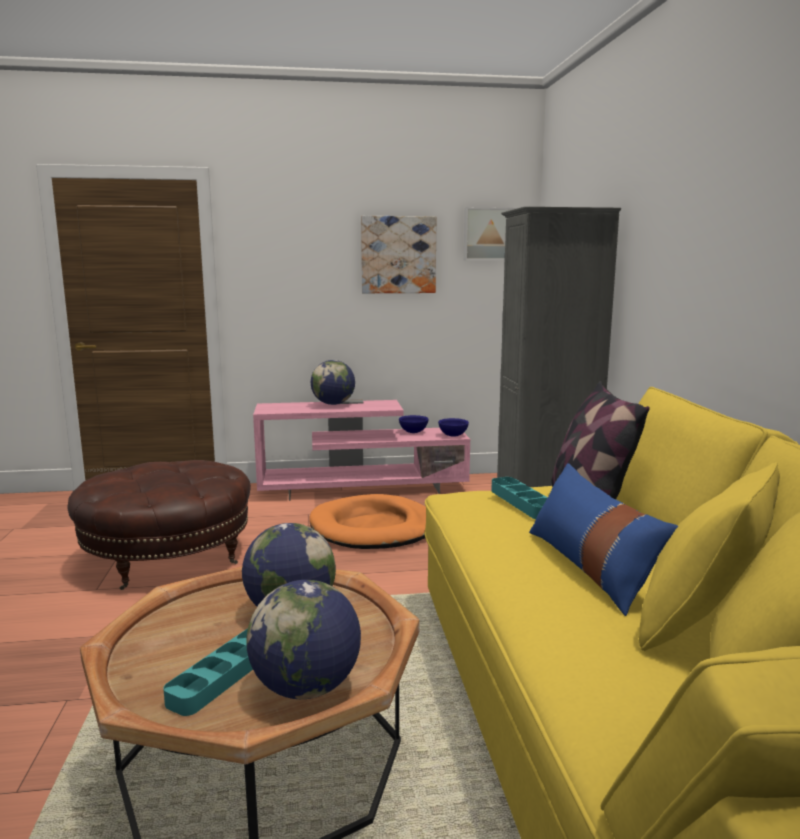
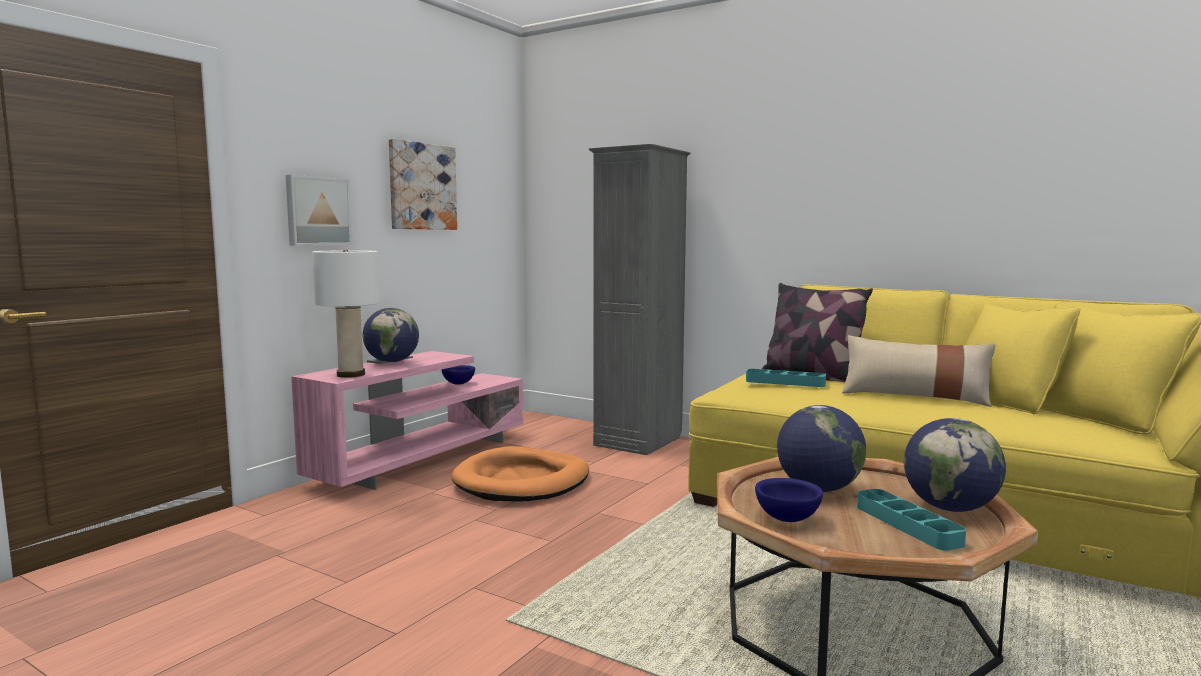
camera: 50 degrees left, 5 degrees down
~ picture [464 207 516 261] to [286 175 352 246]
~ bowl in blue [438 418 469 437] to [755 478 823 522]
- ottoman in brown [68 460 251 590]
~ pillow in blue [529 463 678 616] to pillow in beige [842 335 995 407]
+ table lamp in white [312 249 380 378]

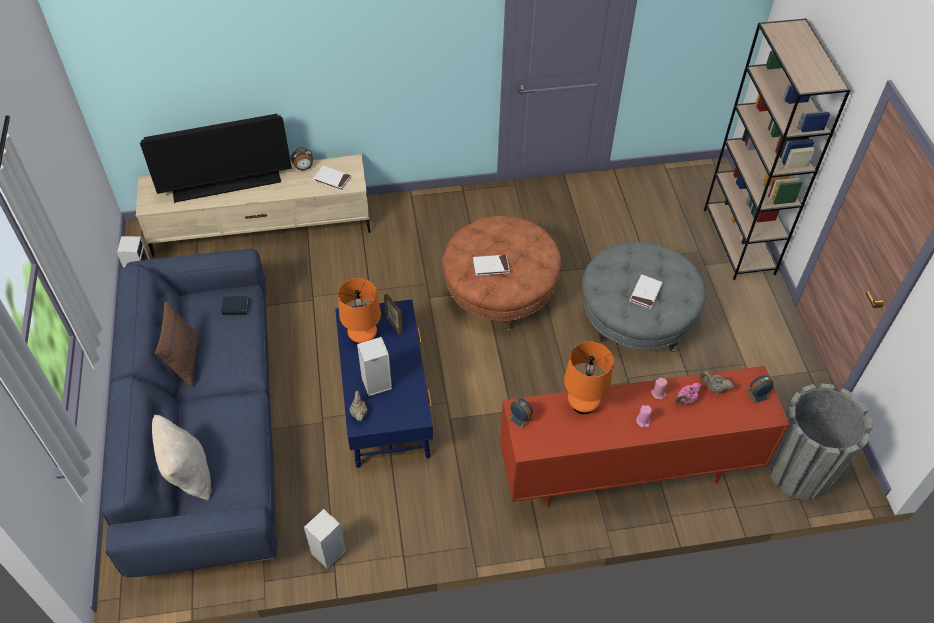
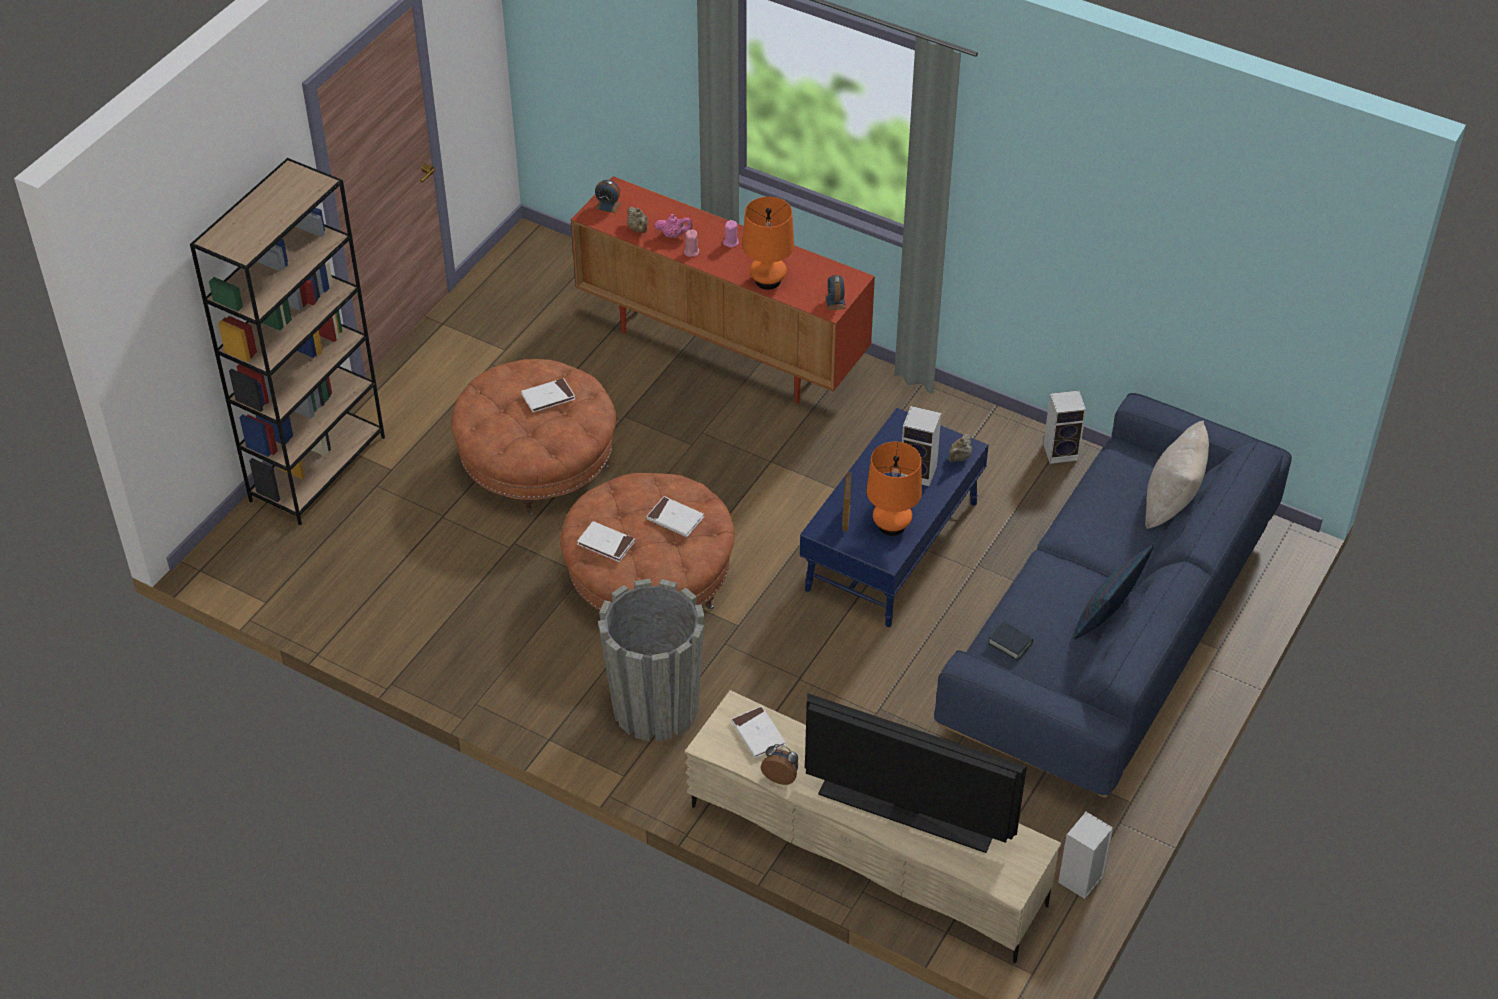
camera: 140 degrees left, 5 degrees down
~ ottoman in grey [582 242 706 352] to ottoman in brown [451 359 616 516]
~ pillow in brown [155 301 200 387] to pillow in blue [1073 545 1153 639]
~ planter in grey [768 383 873 500] to [598 579 705 741]
+ book in white [577 521 635 562]

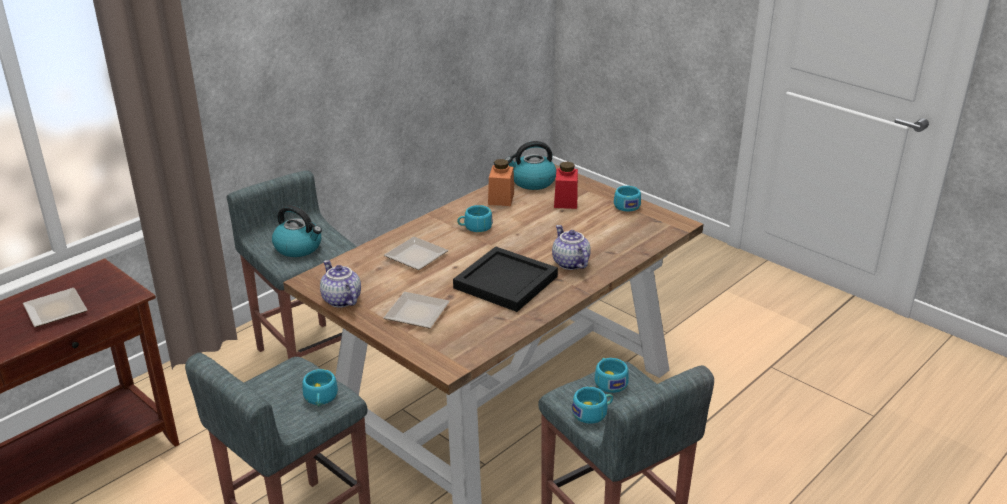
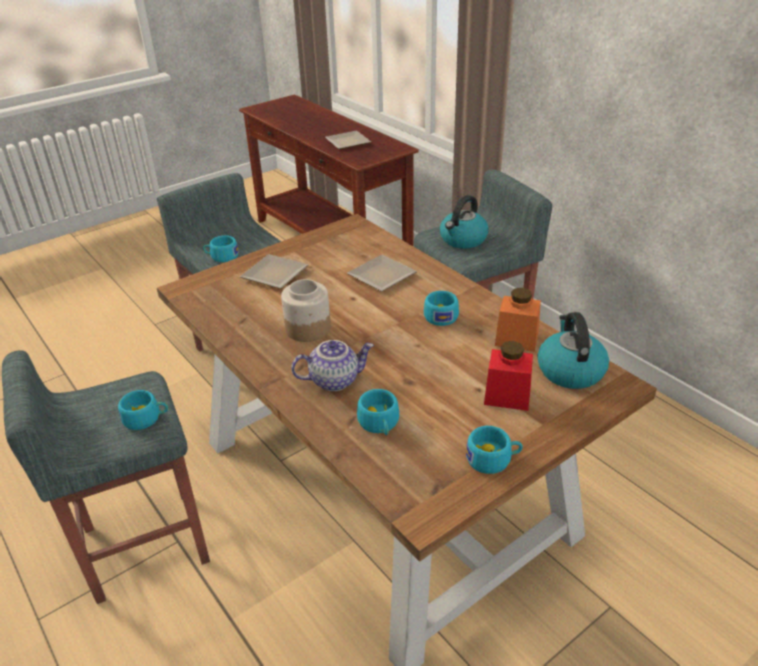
camera: 100 degrees right, 5 degrees up
~ tray in black [453 246 558 312] to jar [281 279 331 342]
- teapot [320 260 361 308]
~ cup in turquoise [572 387 613 424] to [357 389 399 435]

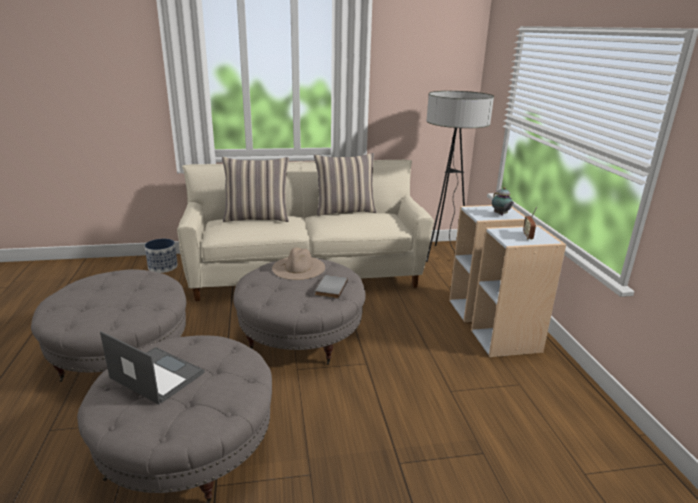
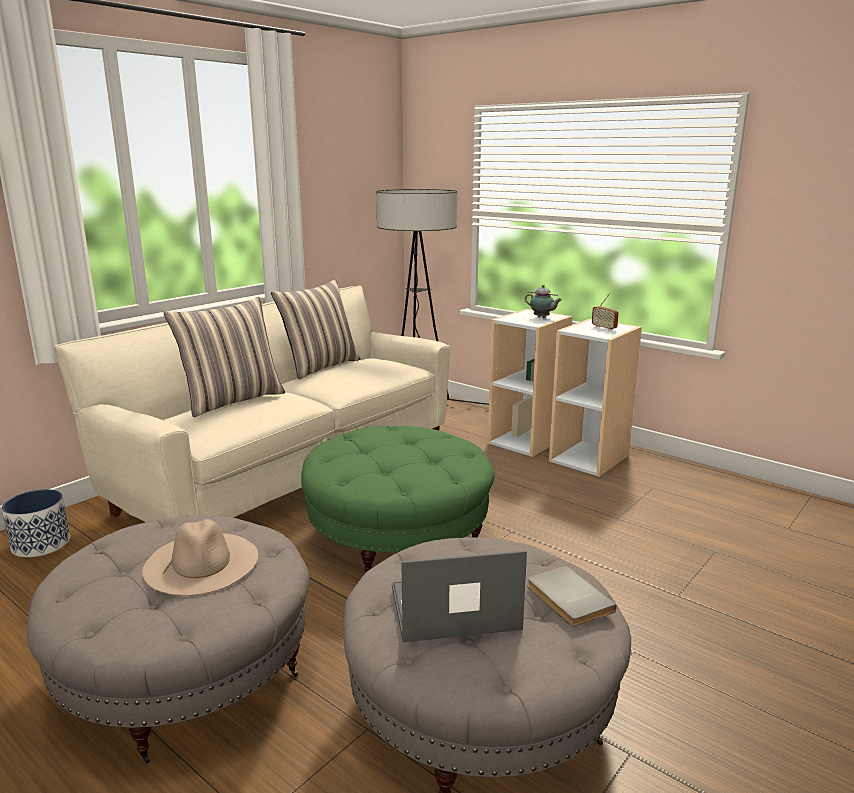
camera: 40 degrees left, 5 degrees down
~ hat in beige [272 247 325 280] to [142 519 258 596]
~ ottoman in grey [233 258 366 365] to ottoman in green [301 426 495 572]
~ book in grey [315 275 348 299] to [527 565 616 627]

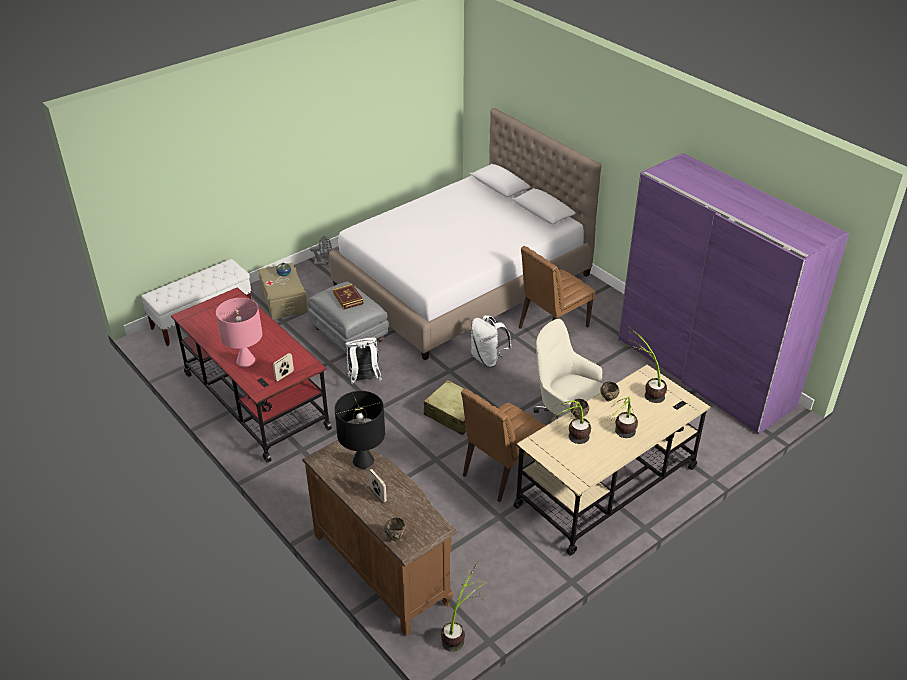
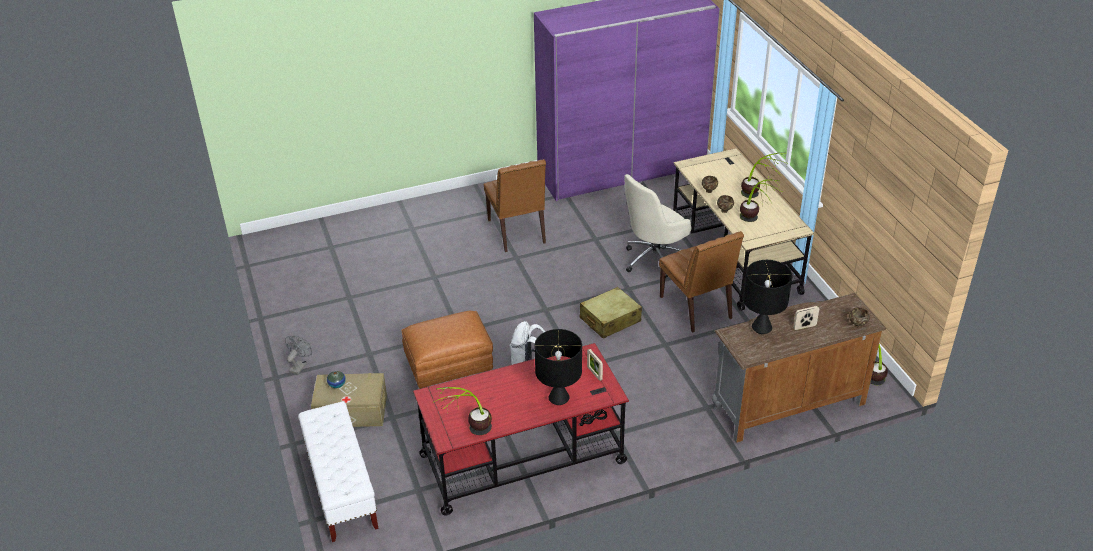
camera: 70 degrees left, 0 degrees up
- bed in white [329 108 601 360]
~ ottoman in grey [307 282 389 355] to ottoman in brown [402 311 493 389]
- book [333 284 364 309]
~ table lamp in pink [216 298 262 367] to table lamp in black [535 329 582 405]
- backpack in white [471 315 512 367]
~ potted plant [624 326 667 403] to [432 387 492 435]
~ dresser in brown [302 440 458 636] to dresser in grey [712 293 886 443]

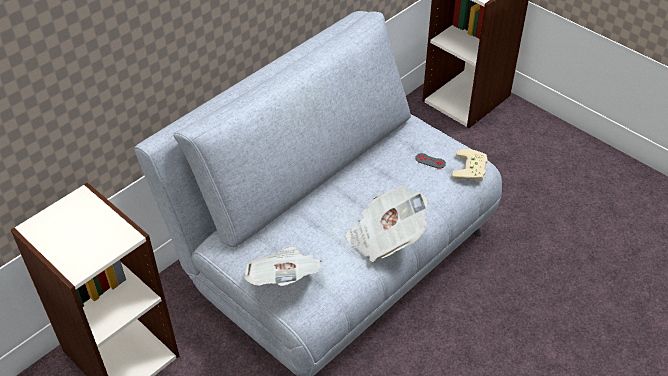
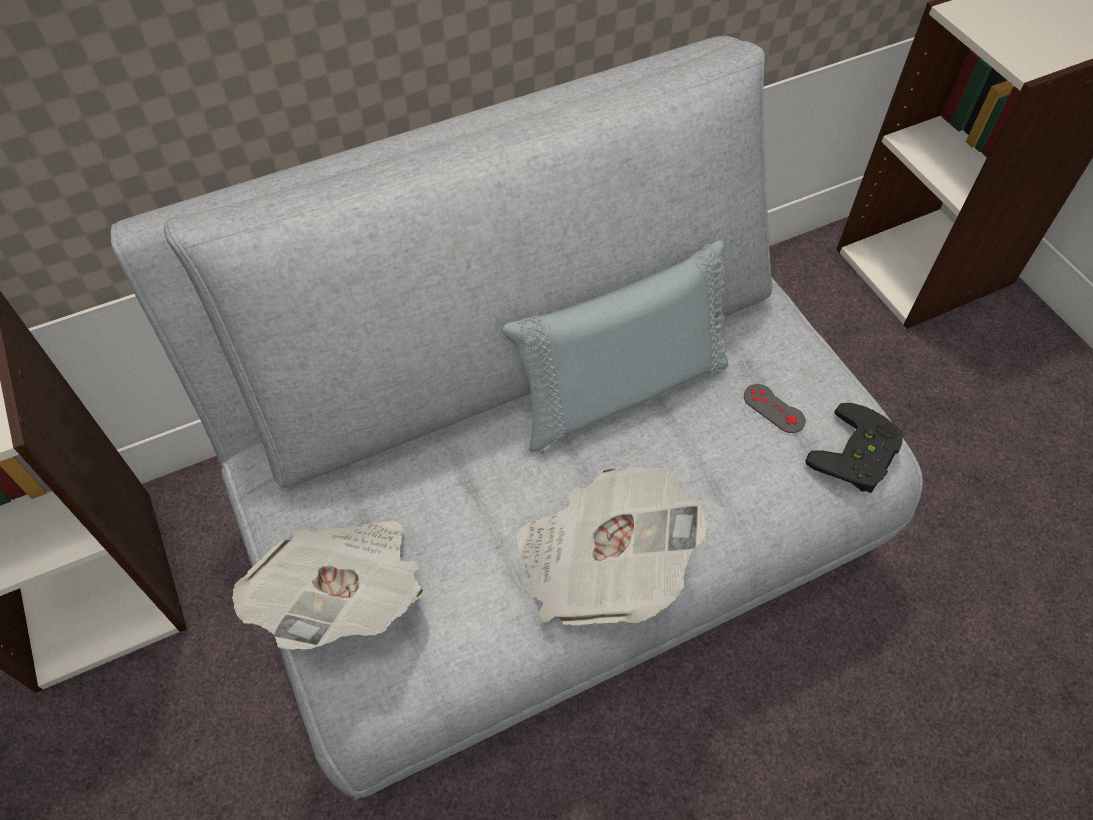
camera: 20 degrees right, 10 degrees up
~ game controller in beige [452 149 488 182] to game controller in black [805 403 903 493]
+ pillow in blue [502 240 728 455]

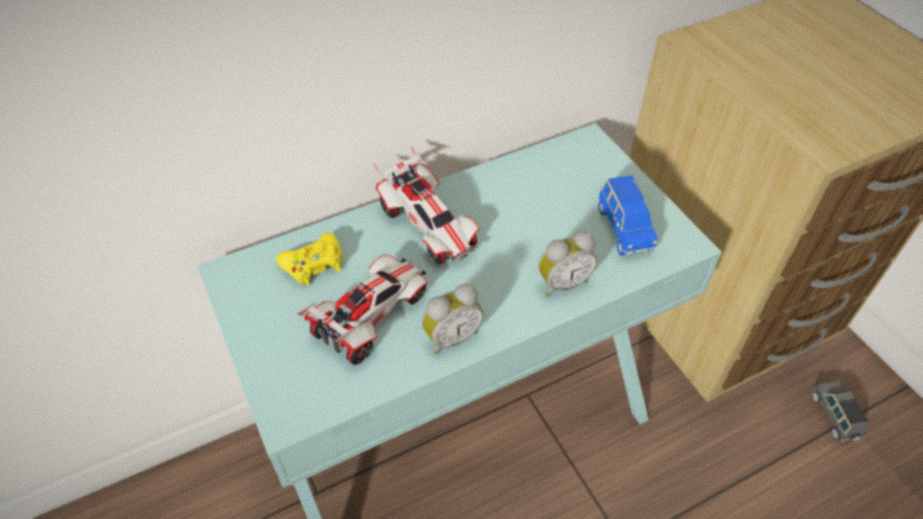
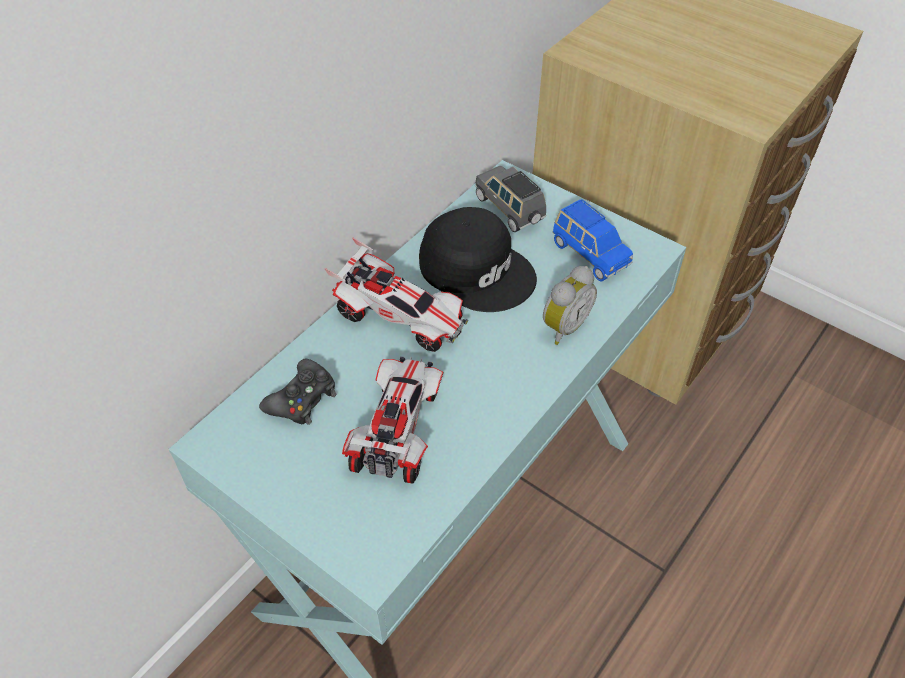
camera: 25 degrees left, 0 degrees up
~ game controller in yellow [276 232 342 286] to game controller in black [259 359 336 425]
- alarm clock [422 284 484 354]
~ toy car in grey [812 381 869 441] to [475 166 546 232]
+ cap in black [419 207 537 312]

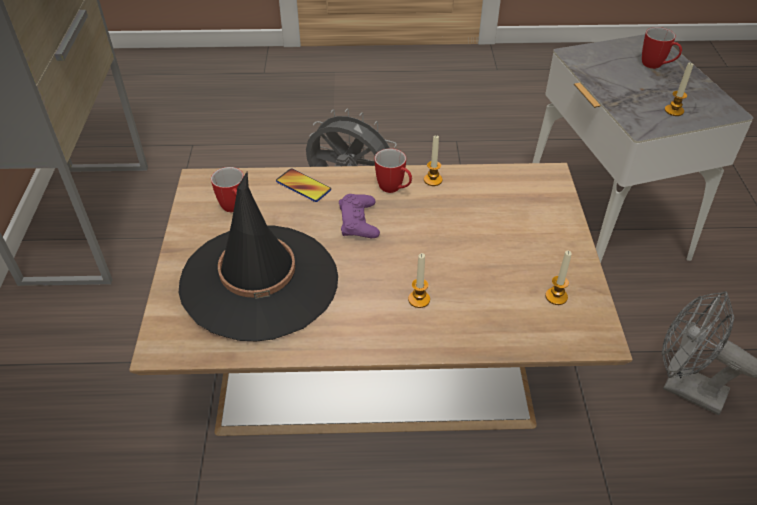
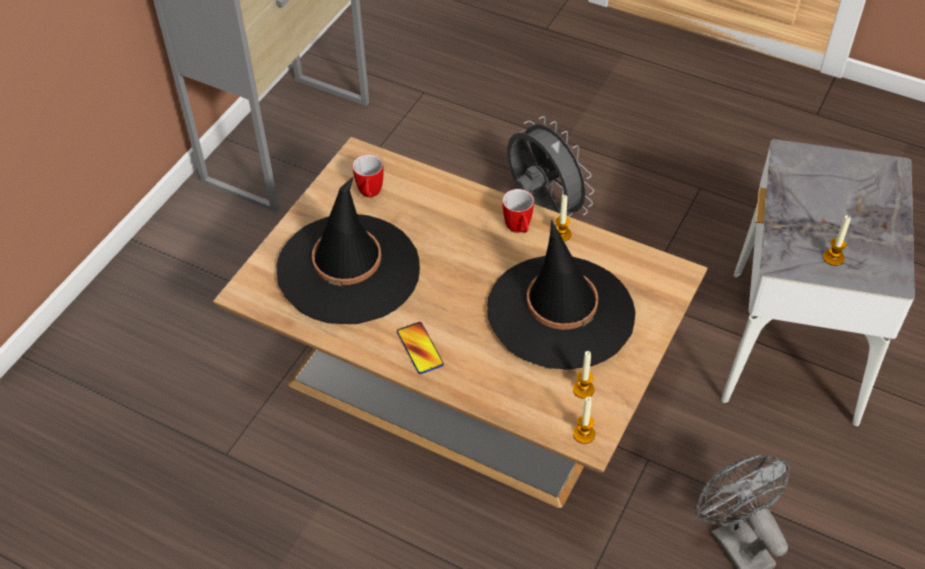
camera: 30 degrees right, 5 degrees up
- mug [642 27 682 69]
~ phone [276 168 331 202] to [397 322 444 374]
- game controller in purple [339 194 380 238]
~ candle [408 253 430 308] to [573 396 595 444]
+ hat in black [487 220 635 370]

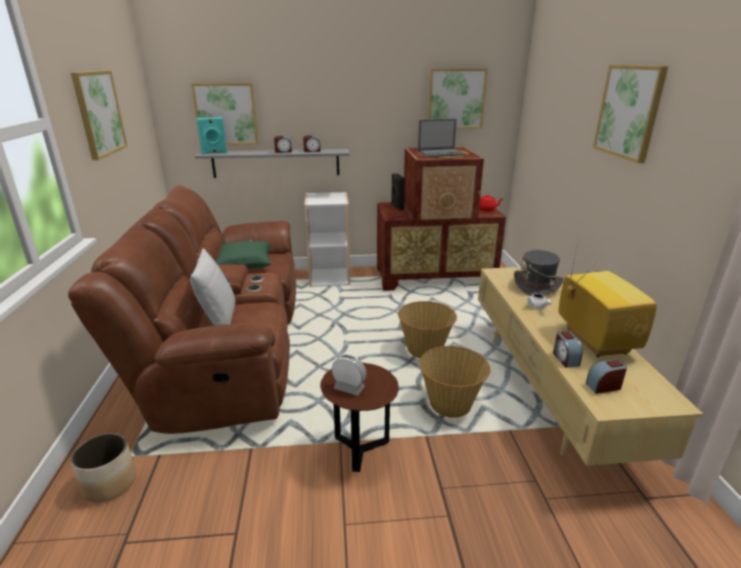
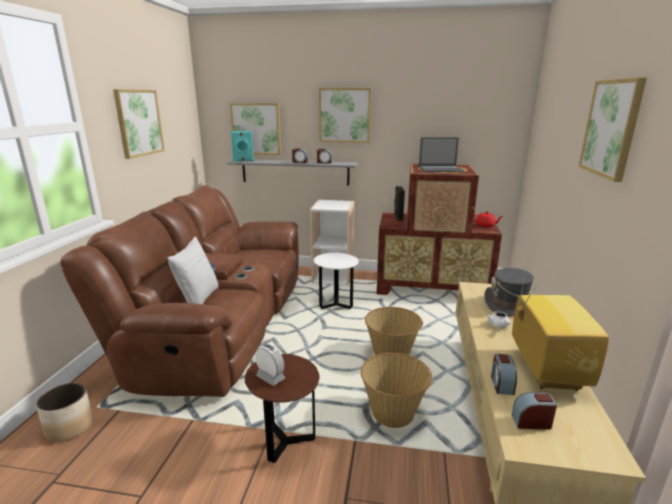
camera: 15 degrees right, 5 degrees down
~ picture [428 68 488 129] to [319 88 371 143]
- pillow in green [216 240 272 269]
+ side table in white [314 253 359 309]

